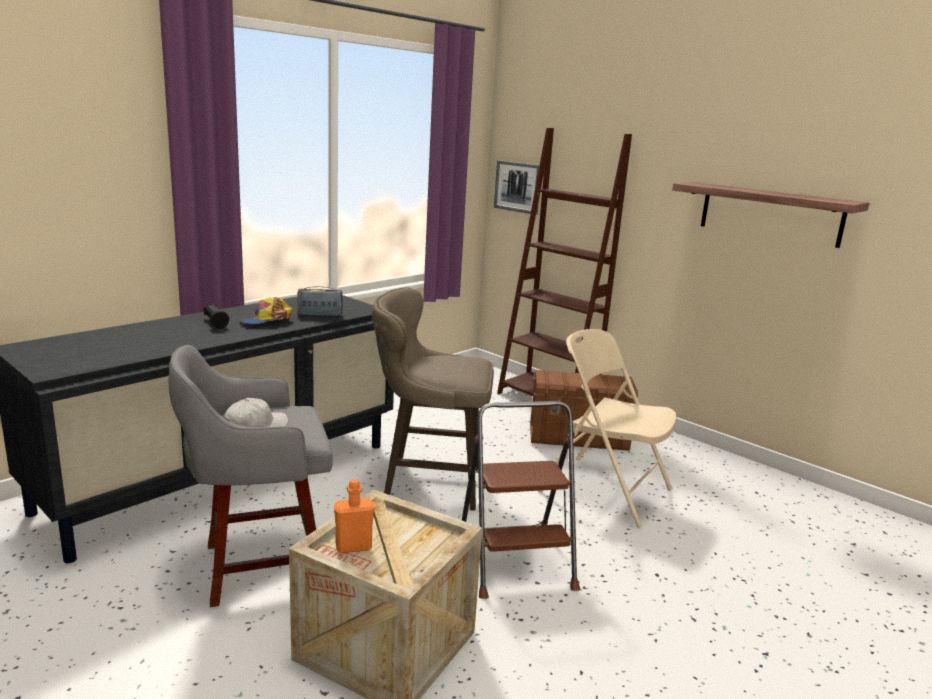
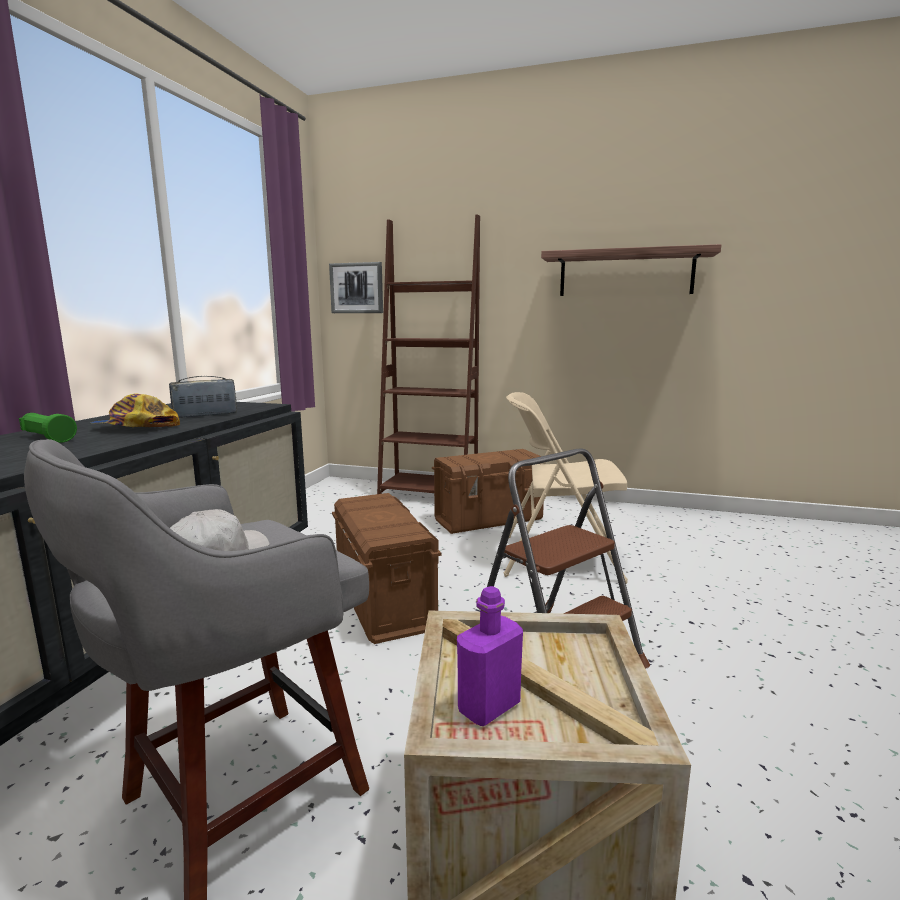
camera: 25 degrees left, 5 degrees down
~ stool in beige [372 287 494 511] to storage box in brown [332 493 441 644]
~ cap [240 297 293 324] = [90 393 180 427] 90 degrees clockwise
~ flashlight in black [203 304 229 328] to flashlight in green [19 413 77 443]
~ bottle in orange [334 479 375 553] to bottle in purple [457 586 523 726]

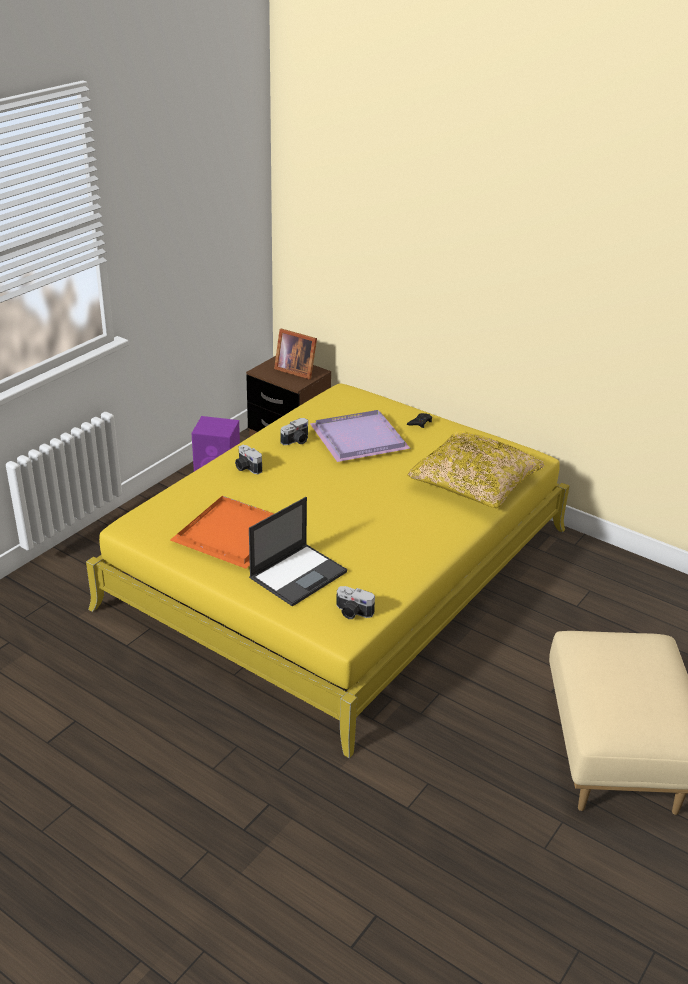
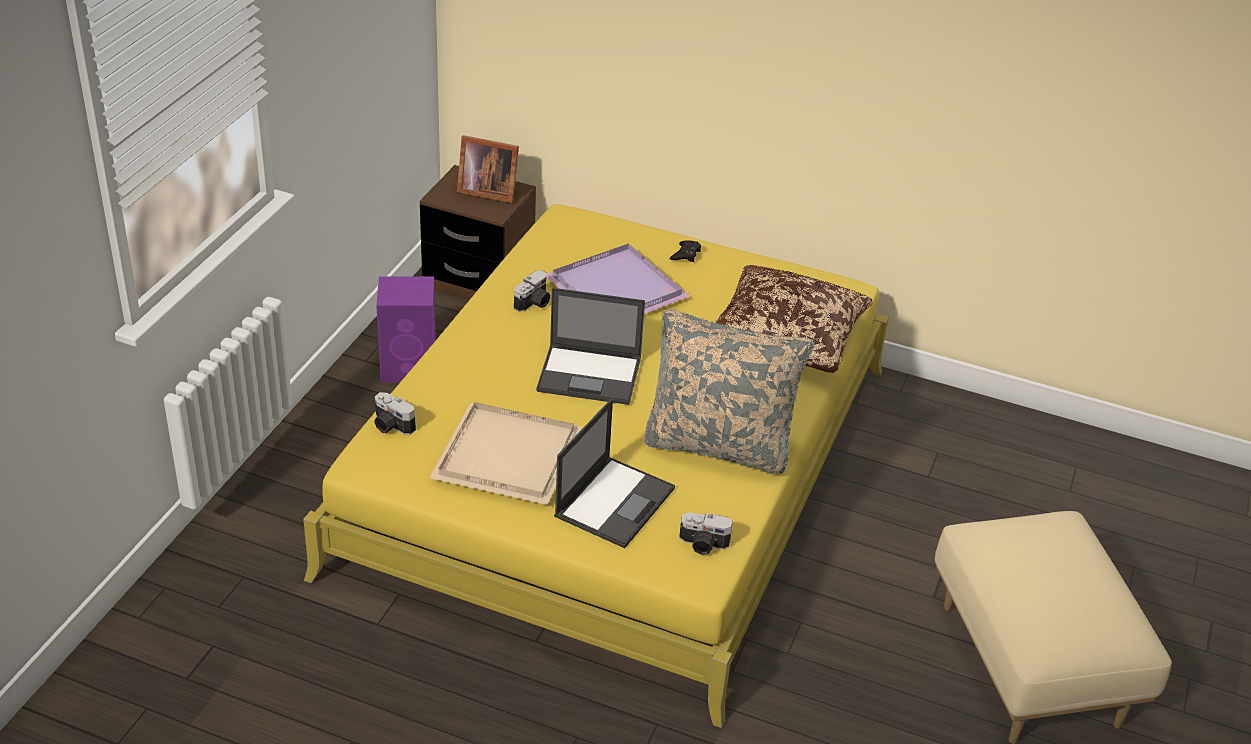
camera: 15 degrees left, 5 degrees up
~ pillow in yellow [408 430 545 508] to pillow in brown [715 265 873 373]
~ photo camera [235 445 262 474] to [374 392 416 435]
~ tray in orange [170 496 274 569] to tray in beige [429 402 582 505]
+ laptop [536 288 645 405]
+ pillow in grey [644 308 815 474]

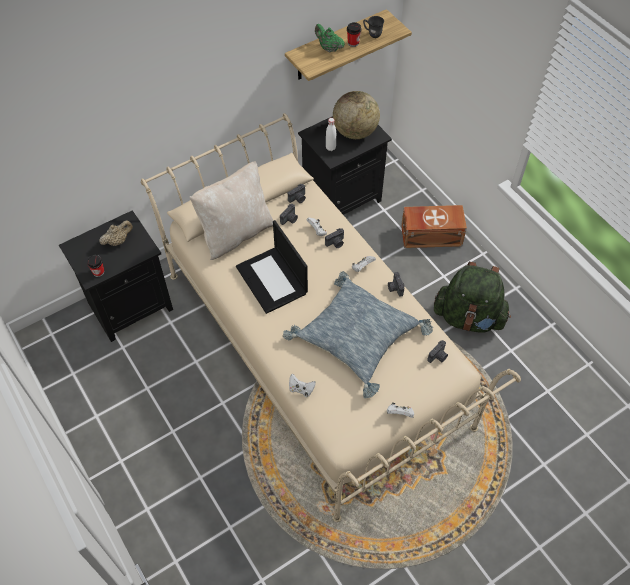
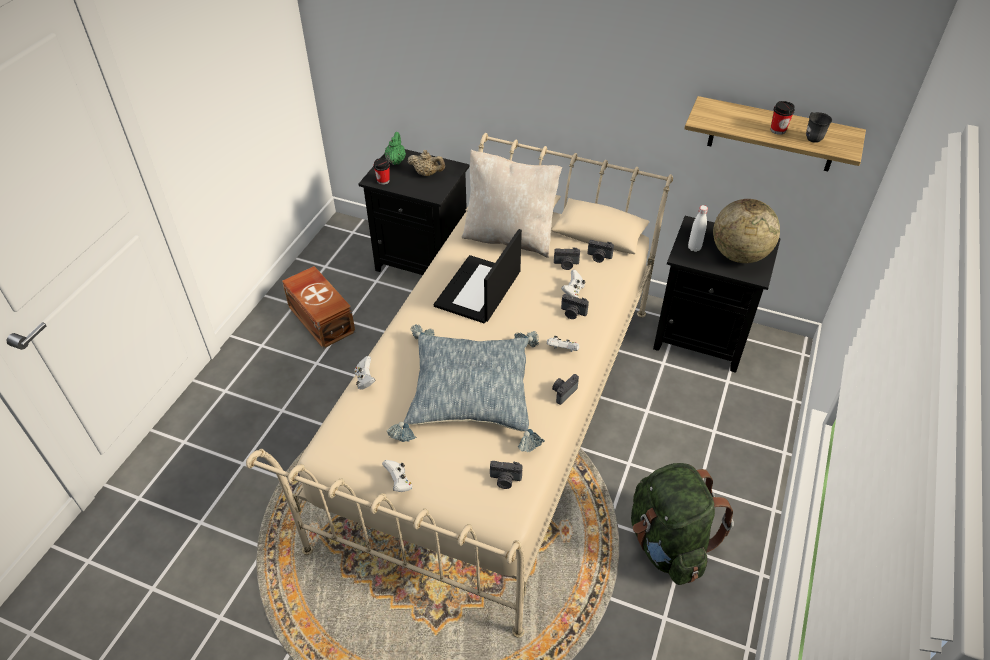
camera: 55 degrees right, 10 degrees down
~ teapot in green [315 24 345 53] to [384 132 406 165]
~ storage box in brown [401 205 467 248] to [282 266 355 349]

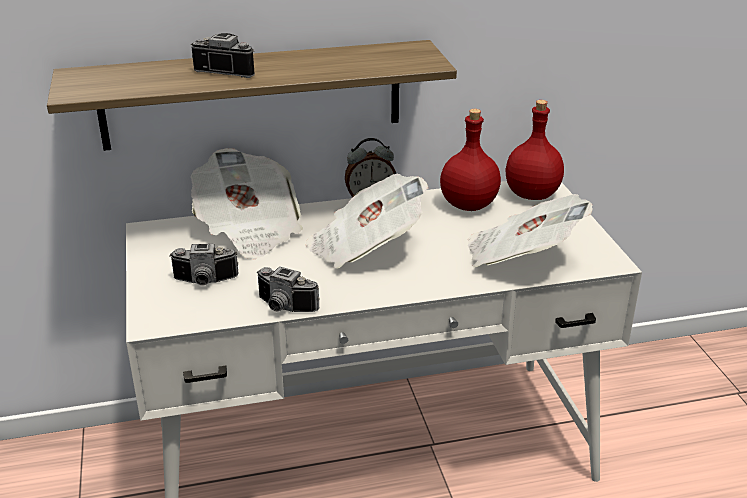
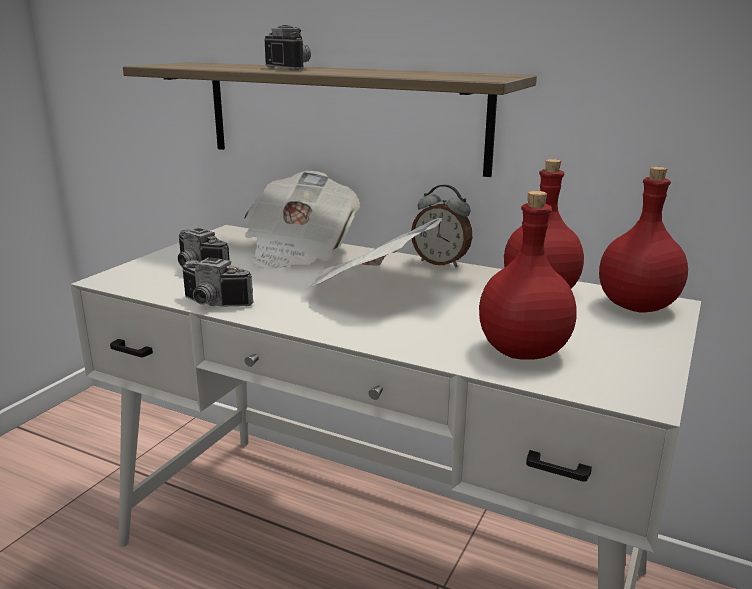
camera: 40 degrees right, 10 degrees down
~ newspaper [468 194 592 267] to bottle in red [479 191 577 360]
~ photo camera [257 266 319 312] = [182 258 253 306] 45 degrees counterclockwise

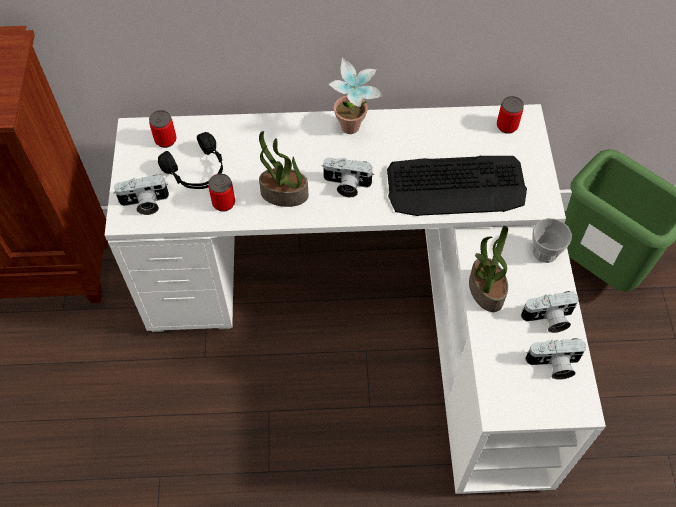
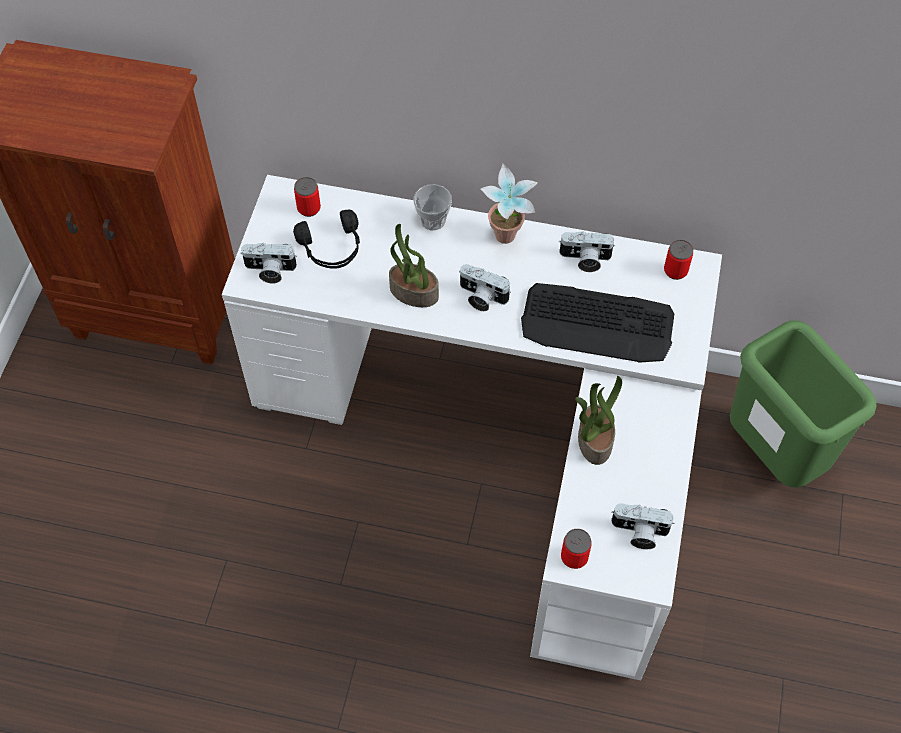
camera: 15 degrees right, 0 degrees up
~ can [208 174 235 212] to [561 529 592 569]
~ cup [532 218 572 263] to [413 184 452 230]
~ photo camera [521 291 579 333] to [559 231 615 272]

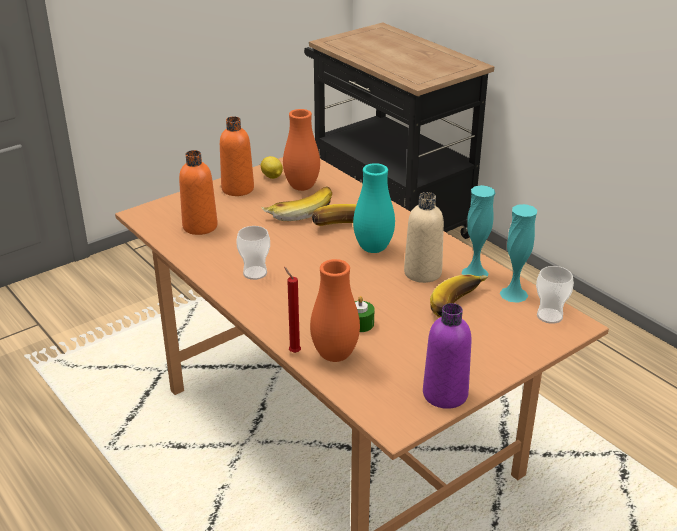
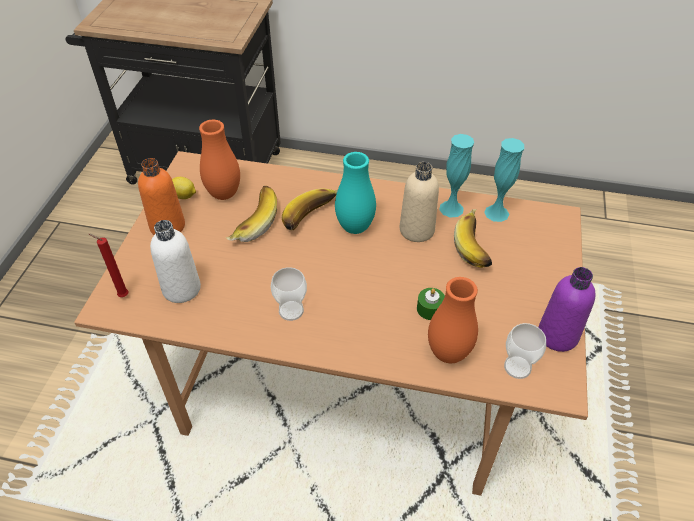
camera: 40 degrees left, 15 degrees up
~ bottle in orange [179 150 218 235] to bottle in white [150 220 201 303]
~ cup [536 266 574 324] to [504 323 546 379]
~ candle in red [284 267 301 353] to [89 234 128 297]

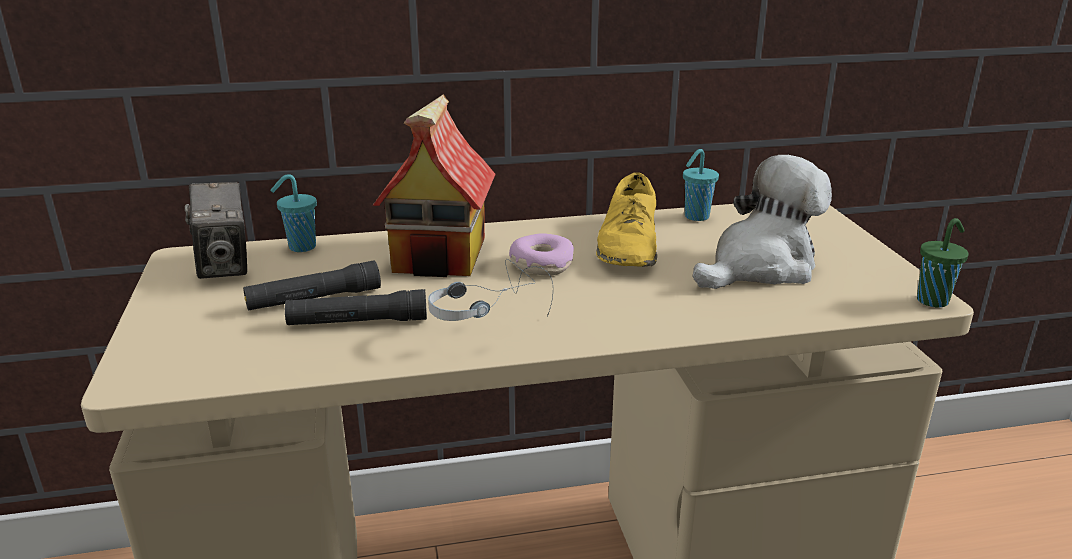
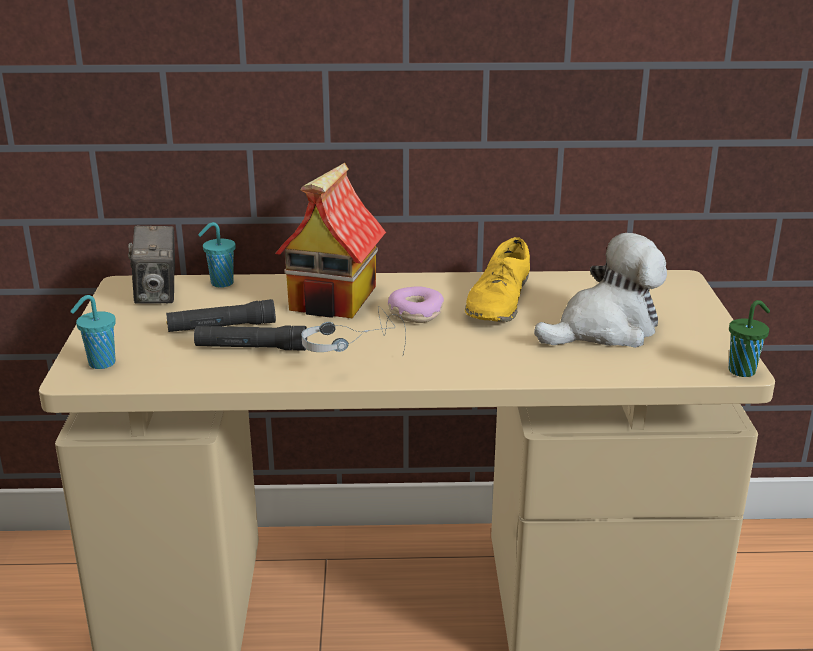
camera: 10 degrees right, 0 degrees up
~ cup in turquoise [683 149 719 221] to [70 295 116 369]

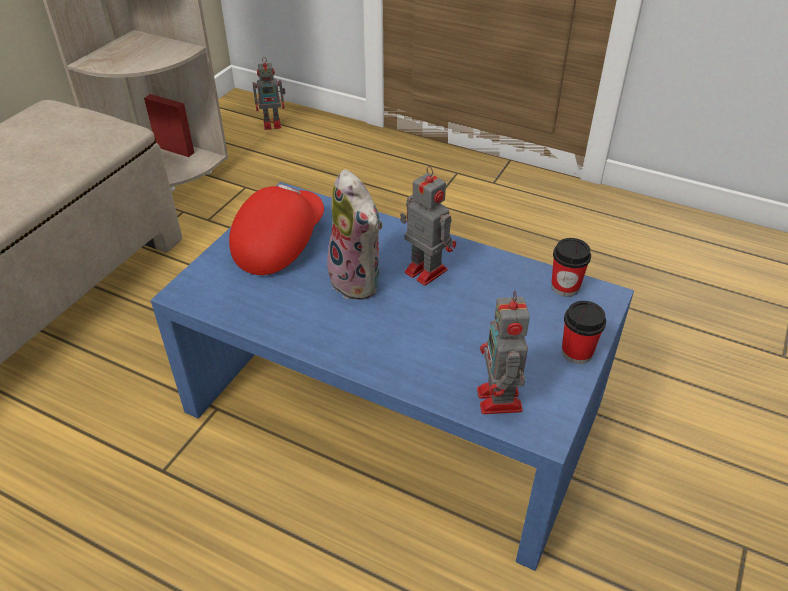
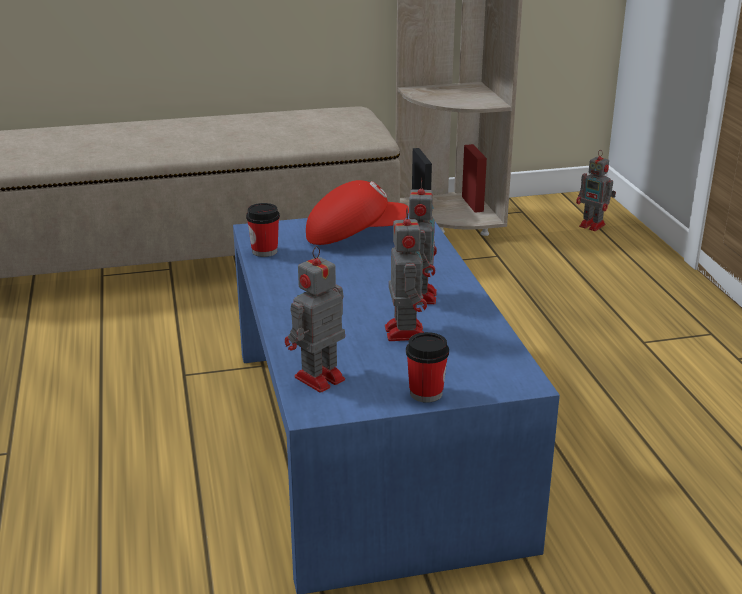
camera: 50 degrees right, 15 degrees down
- plush toy [325 169 382 300]
~ cup [551 238 591 297] to [246 203 280 257]
+ toy robot [385 208 427 341]

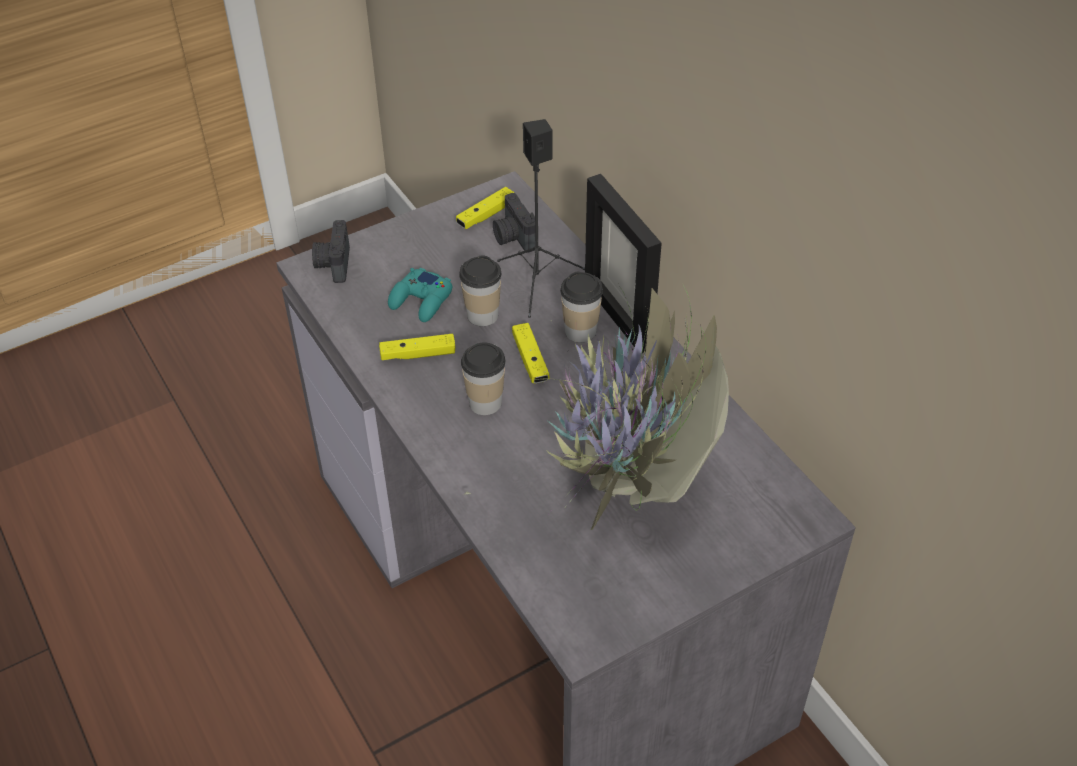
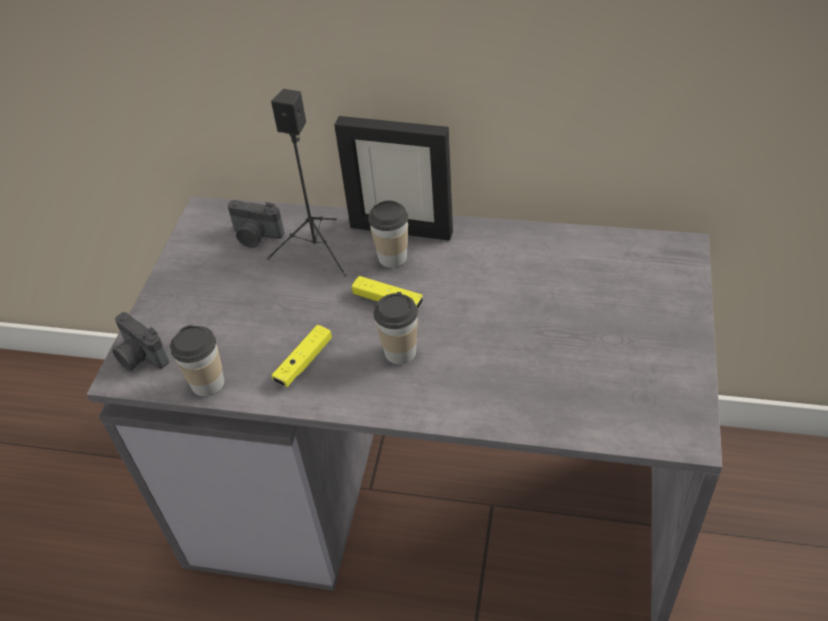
camera: 45 degrees left, 0 degrees up
- game controller in yellow [456 187 515 229]
~ cup [459 255 501 326] to [170 325 224 397]
- game controller in turquoise [388 268 452 322]
- potted plant [463 282 729 530]

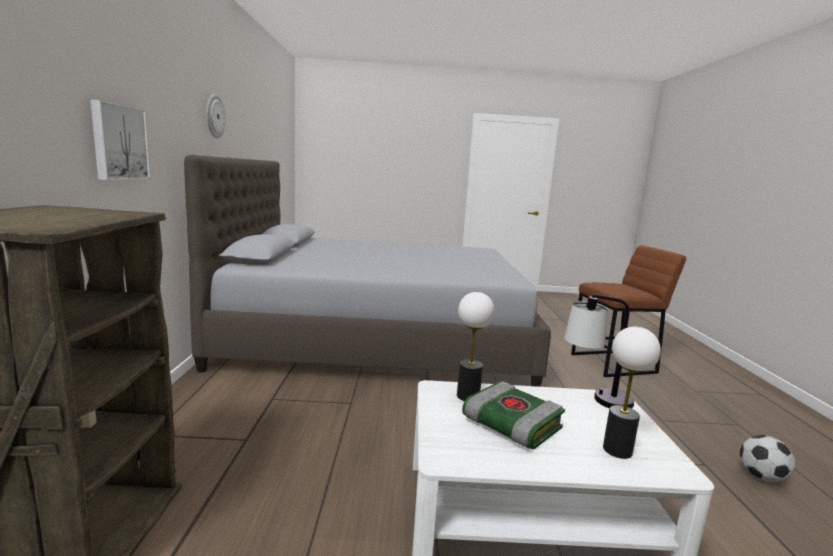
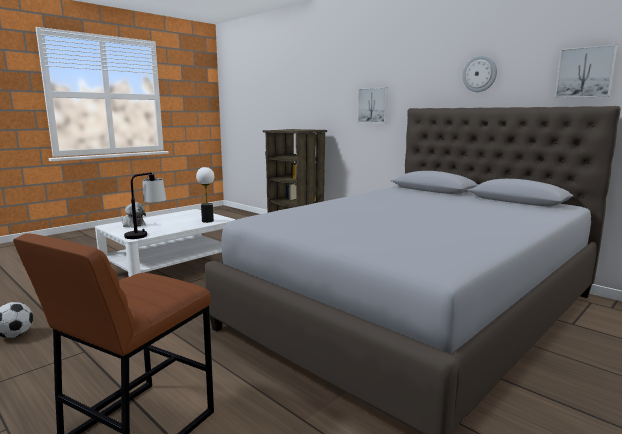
camera: 135 degrees right, 0 degrees up
~ table lamp [603 327 661 459] to plush toy [122 202 146 227]
- book [462 381 565 449]
+ picture [555 44 618 98]

